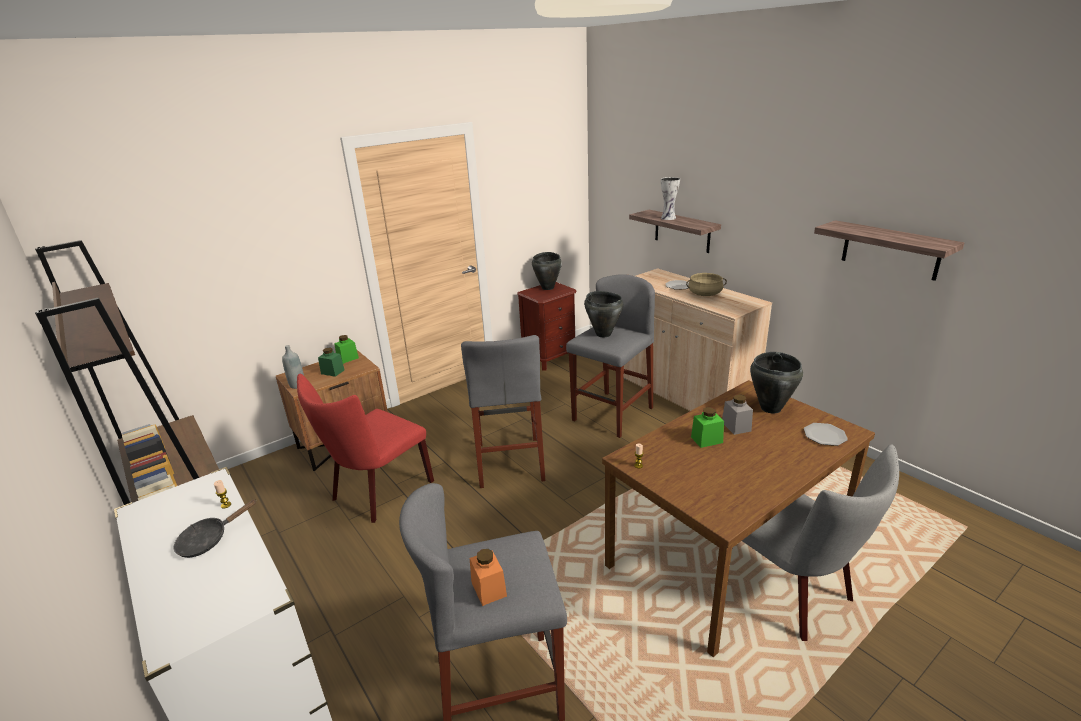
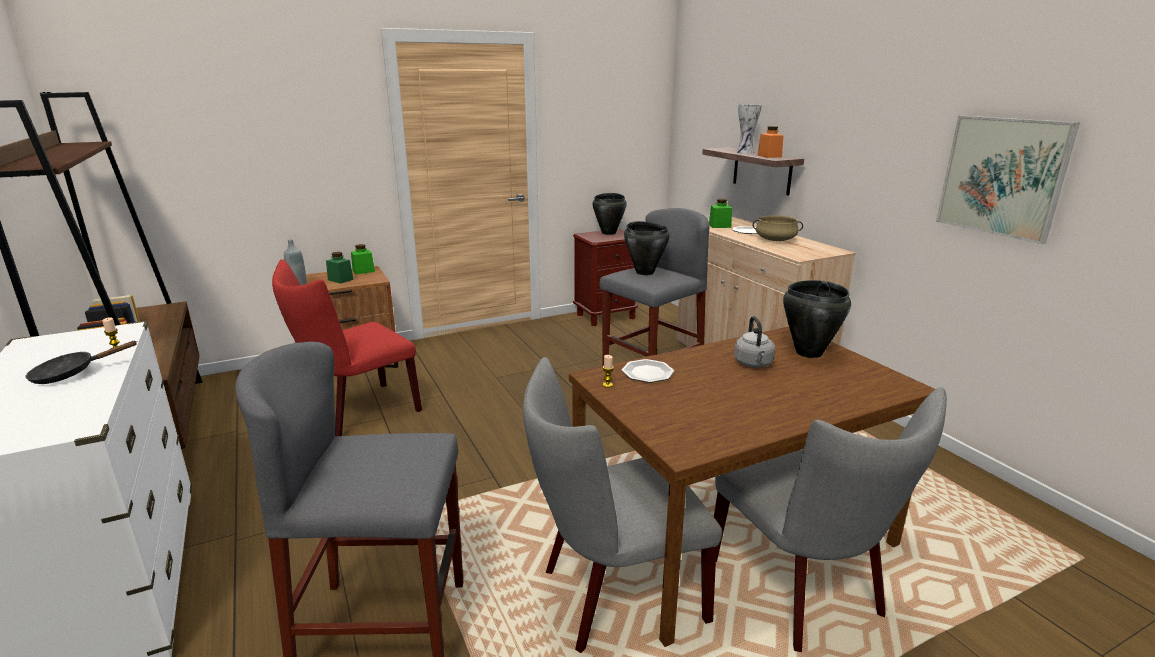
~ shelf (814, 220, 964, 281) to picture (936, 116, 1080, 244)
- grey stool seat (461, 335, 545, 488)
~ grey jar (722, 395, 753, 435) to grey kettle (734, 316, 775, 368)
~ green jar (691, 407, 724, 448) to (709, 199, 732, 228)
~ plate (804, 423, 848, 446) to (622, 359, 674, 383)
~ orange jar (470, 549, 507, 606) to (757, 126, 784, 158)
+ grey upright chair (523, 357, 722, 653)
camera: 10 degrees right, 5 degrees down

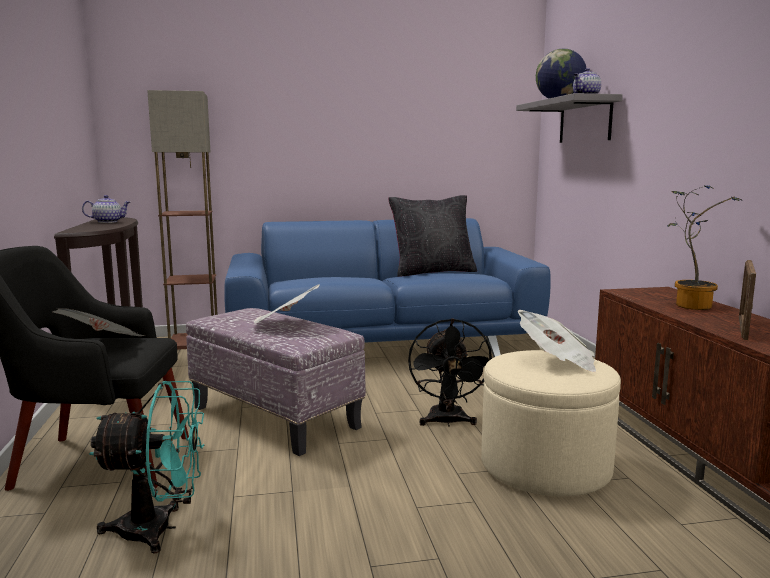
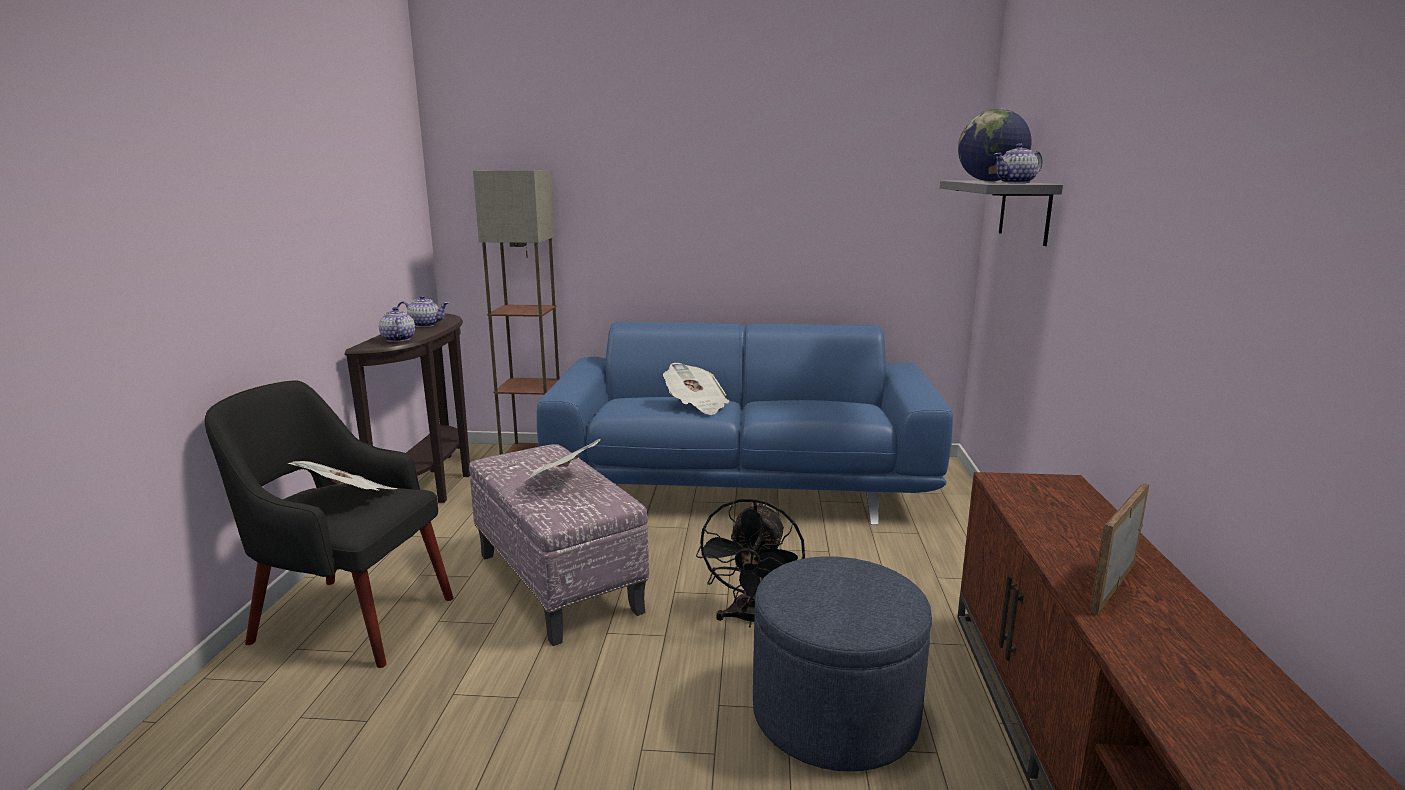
- houseplant (667, 185, 742, 310)
- black throw pillow (388, 195, 477, 277)
~ newspaper (518, 310, 596, 372) to (663, 363, 730, 415)
~ beige footrest (481, 350, 621, 496) to blue footrest (753, 556, 932, 772)
- turquoise-coloured cooling fan (89, 381, 204, 554)
+ tea pot (379, 307, 415, 342)
camera: 15 degrees right, 5 degrees up

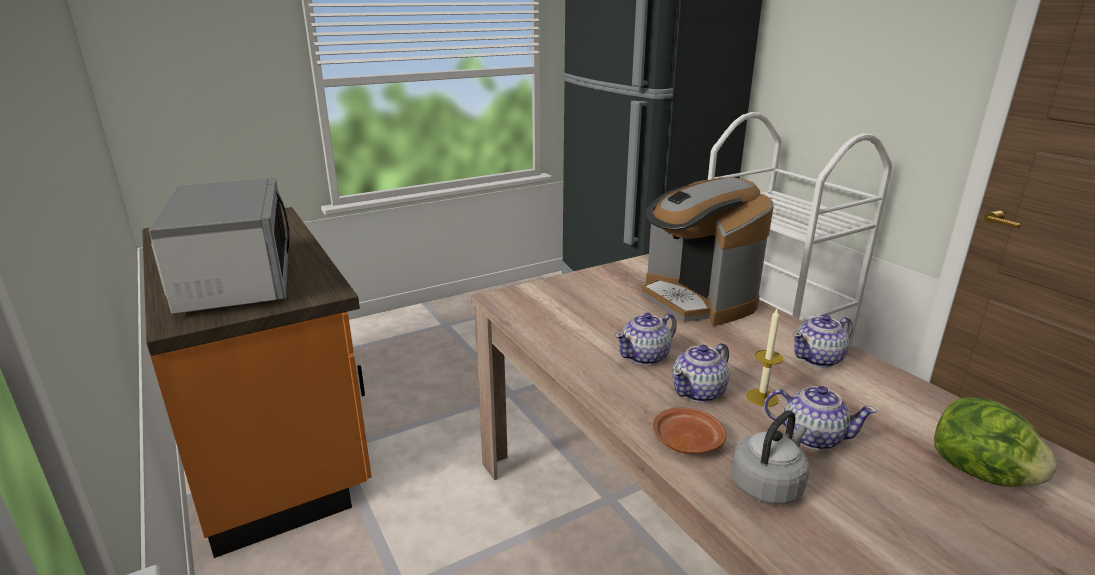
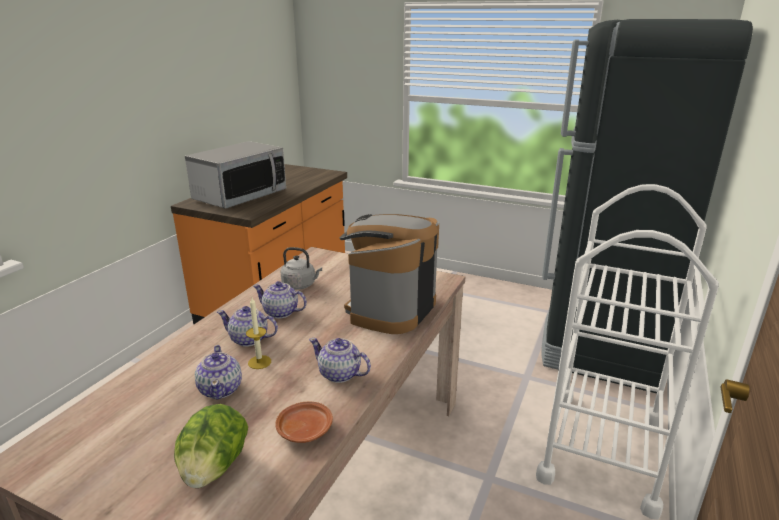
~ brownish plate (653, 407, 726, 454) to (275, 402, 333, 443)
~ grey kettle (731, 410, 809, 504) to (280, 247, 322, 290)
camera: 55 degrees right, 0 degrees up

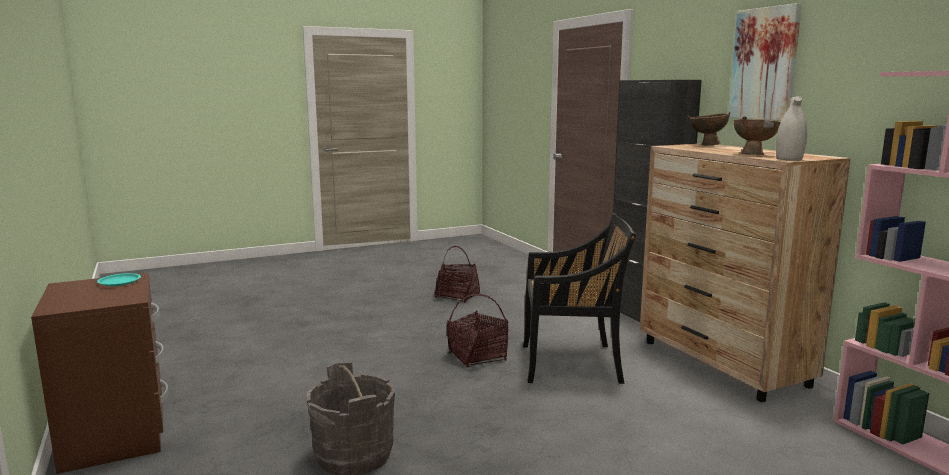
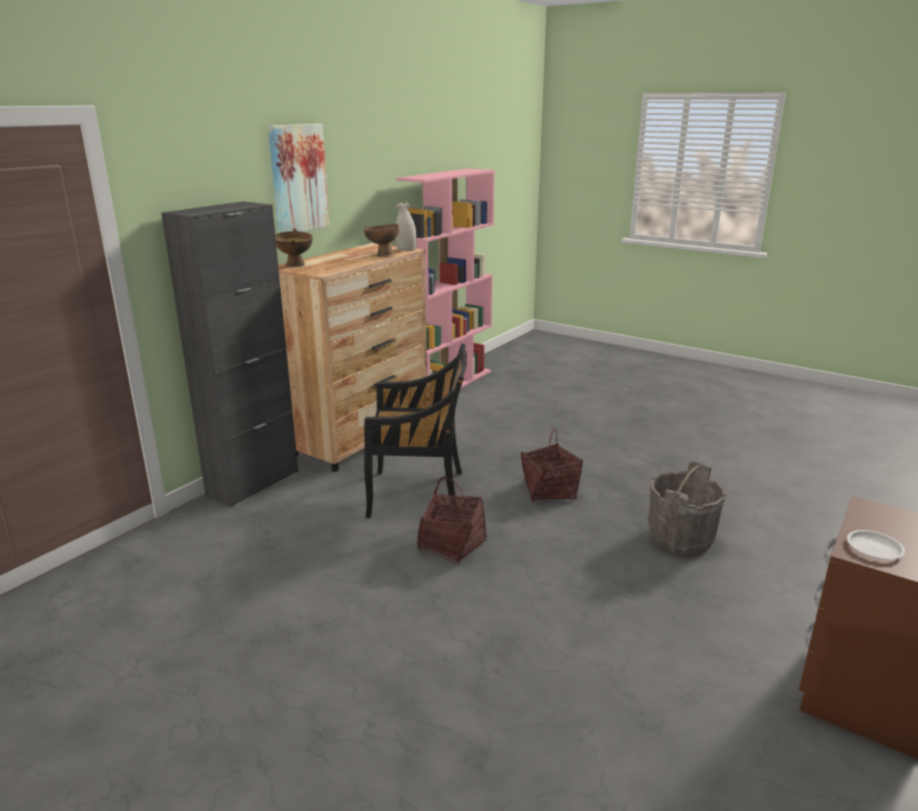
~ black upright chair (523, 213, 636, 384) = (364, 343, 467, 519) 120 degrees clockwise
~ household basket (435, 246, 480, 303) to (521, 428, 583, 502)
~ turquoise-coloured plate (97, 273, 141, 286) to whitish plate (847, 530, 905, 559)
camera: 120 degrees left, 10 degrees up

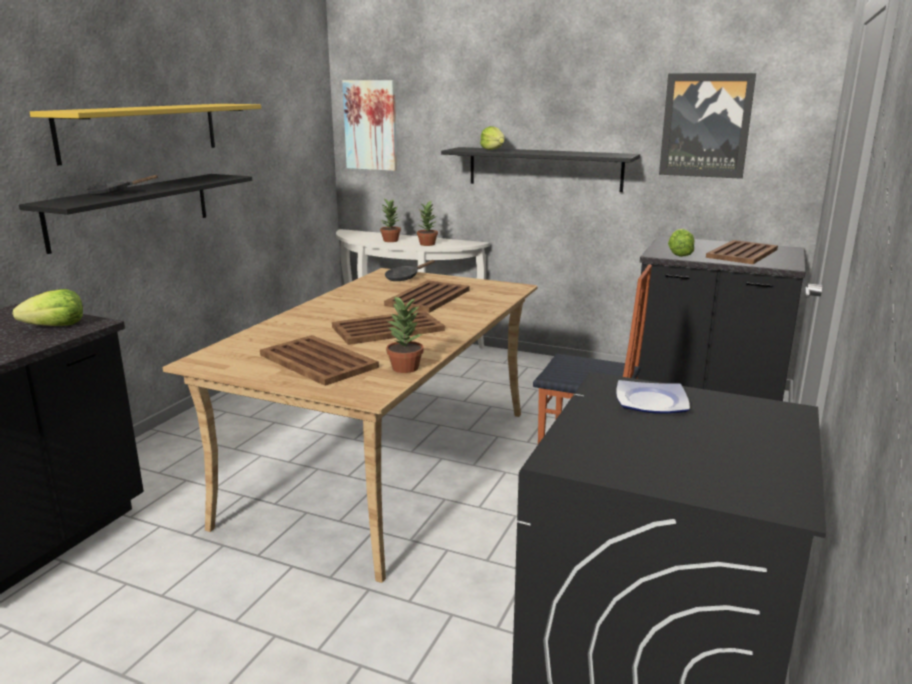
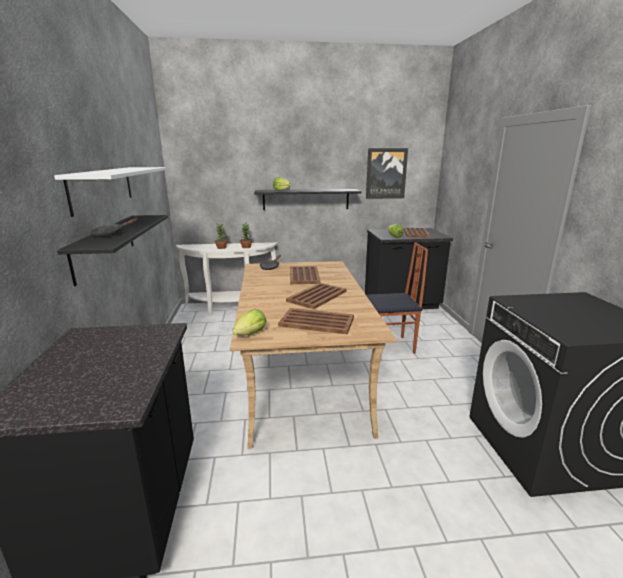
- picture (342, 80, 397, 171)
~ yellow-coloured shelf (30, 104, 261, 166) to whitish shelf (54, 167, 166, 217)
~ lettuce (13, 289, 83, 326) to (233, 309, 266, 336)
- houseplant (386, 296, 424, 373)
- plate (616, 380, 690, 413)
camera: 30 degrees left, 0 degrees up

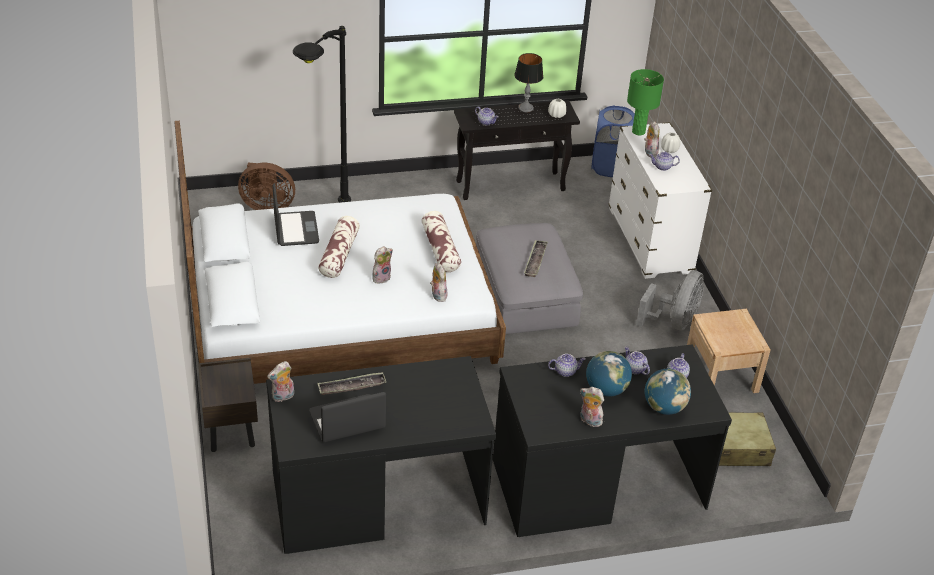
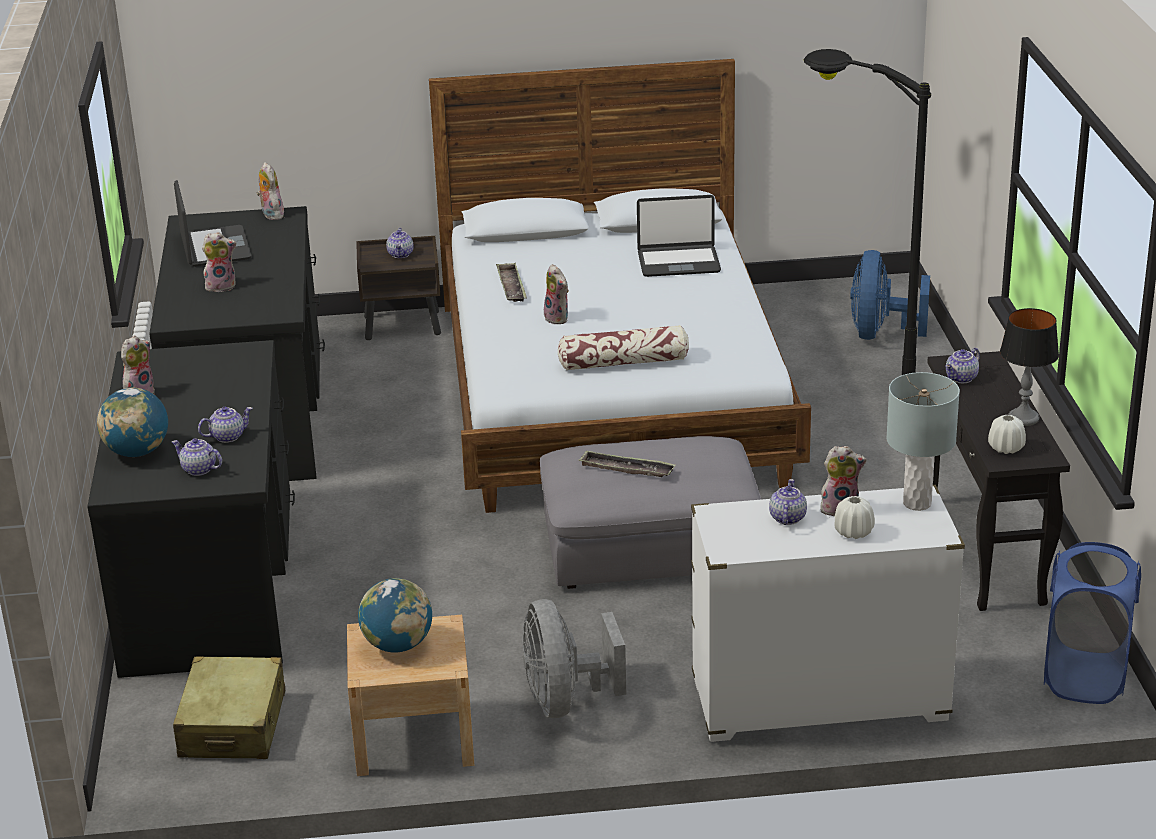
~ green lamp for a table (627, 69, 664, 135) to grey lamp for a table (886, 372, 960, 511)
~ brownish cooling fan (238, 163, 295, 210) to blue cooling fan (850, 250, 930, 340)
- throw pillow (318, 216, 360, 278)
~ soft toy (430, 263, 448, 302) to (202, 232, 236, 292)
~ grey cooling fan (636, 270, 704, 331) = (522, 599, 626, 718) 45 degrees clockwise
~ world globe (586, 351, 632, 397) to (358, 578, 432, 653)
~ tea pot (548, 354, 586, 377) to (386, 228, 414, 258)
~ tray (317, 372, 386, 395) to (496, 263, 527, 302)
camera: 100 degrees right, 10 degrees down

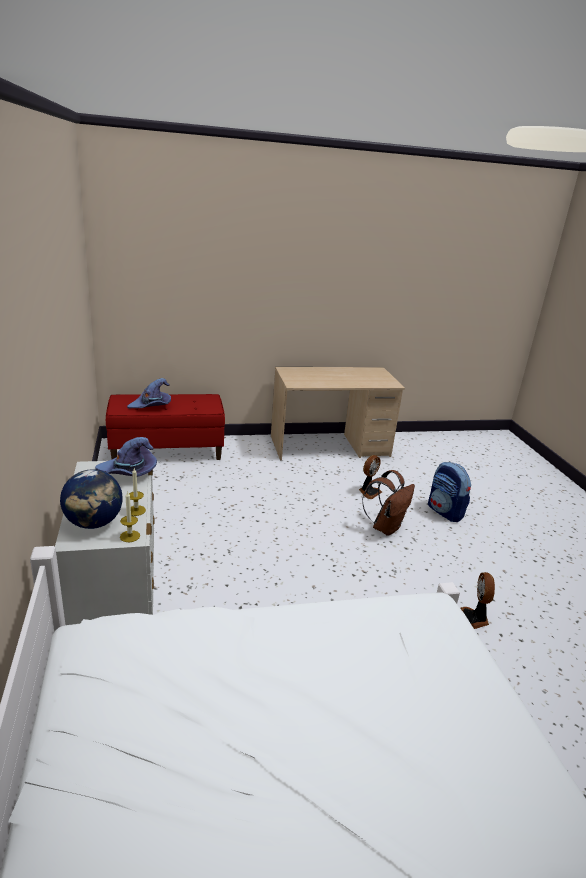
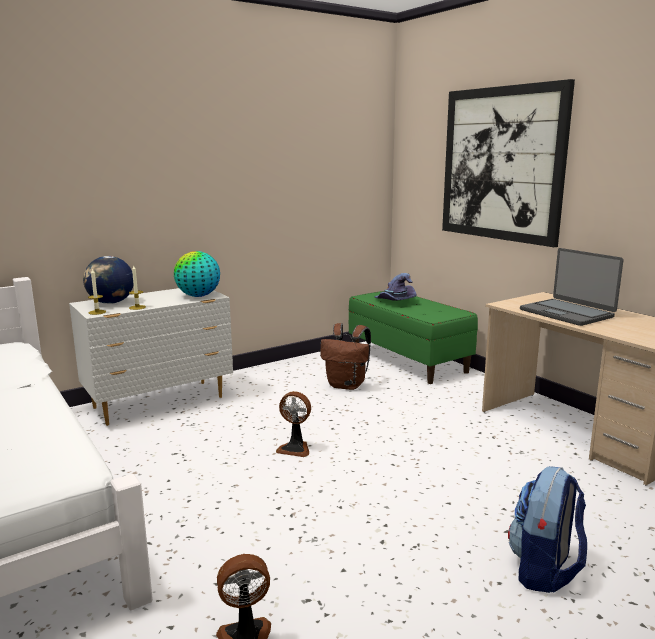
~ red indoor bench (106, 394, 225, 460) to green indoor bench (348, 291, 478, 384)
~ purple-coloured hat (95, 437, 157, 476) to world globe (174, 251, 220, 297)
~ cooling fan (359, 455, 382, 499) to (276, 391, 311, 457)
~ brownish knapsack (362, 470, 415, 536) to (320, 323, 371, 390)
+ picture (442, 79, 575, 247)
+ laptop (520, 248, 624, 326)
camera: 70 degrees right, 10 degrees down

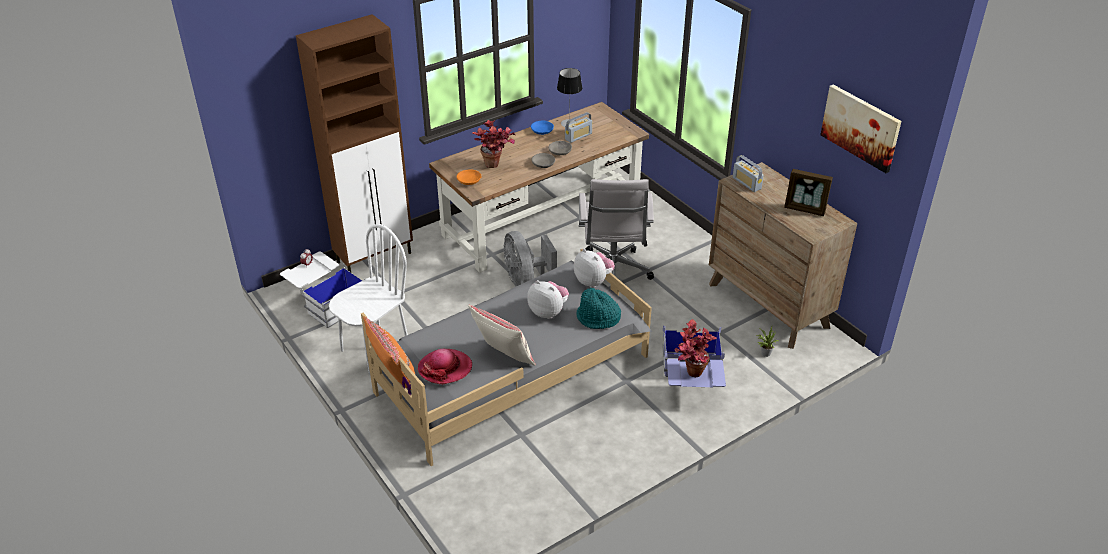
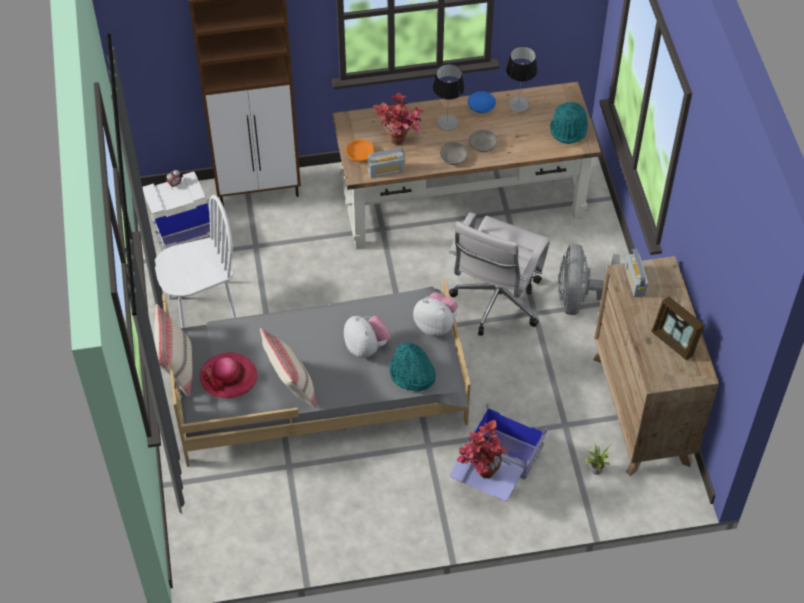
- picture (820, 85, 902, 173)
~ radio set (565, 112, 592, 143) to (367, 148, 405, 178)
~ grey cooling fan (503, 231, 557, 287) to (558, 244, 620, 315)
~ soft toy (574, 249, 615, 288) = (413, 292, 458, 336) 45 degrees counterclockwise
~ orange throw pillow (363, 316, 415, 390) to beige throw pillow (154, 304, 193, 397)
+ lamp for a table (433, 64, 464, 130)
+ turquoise-coloured hat (550, 102, 588, 144)
camera: 25 degrees right, 15 degrees up

